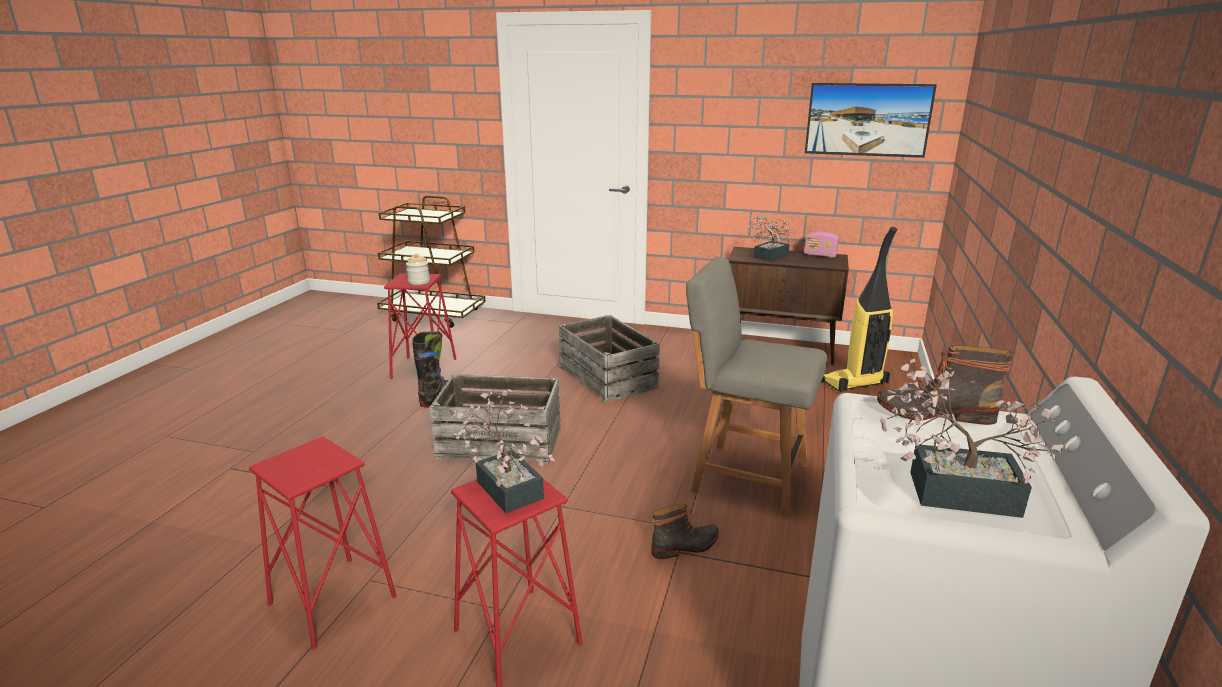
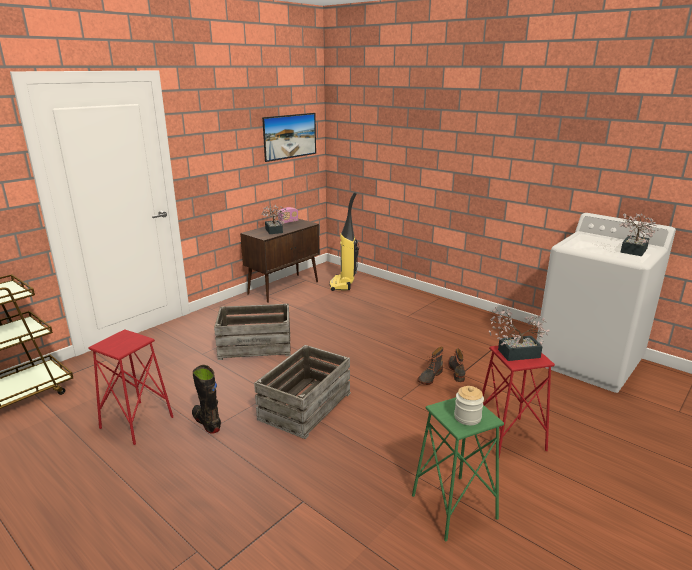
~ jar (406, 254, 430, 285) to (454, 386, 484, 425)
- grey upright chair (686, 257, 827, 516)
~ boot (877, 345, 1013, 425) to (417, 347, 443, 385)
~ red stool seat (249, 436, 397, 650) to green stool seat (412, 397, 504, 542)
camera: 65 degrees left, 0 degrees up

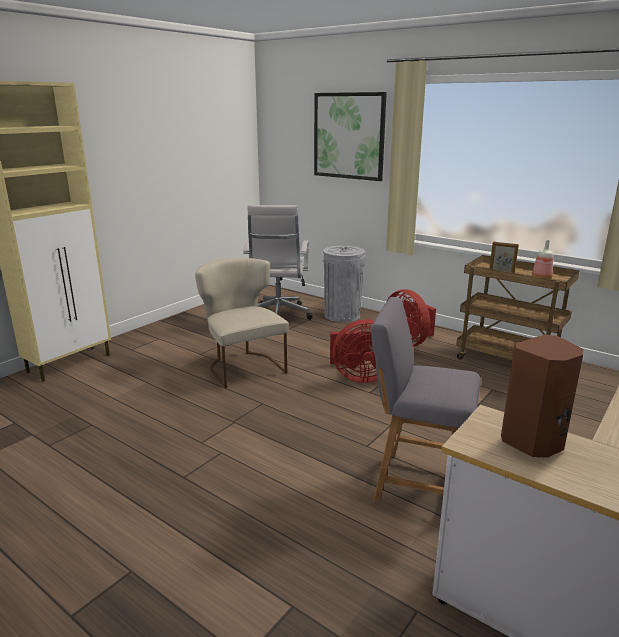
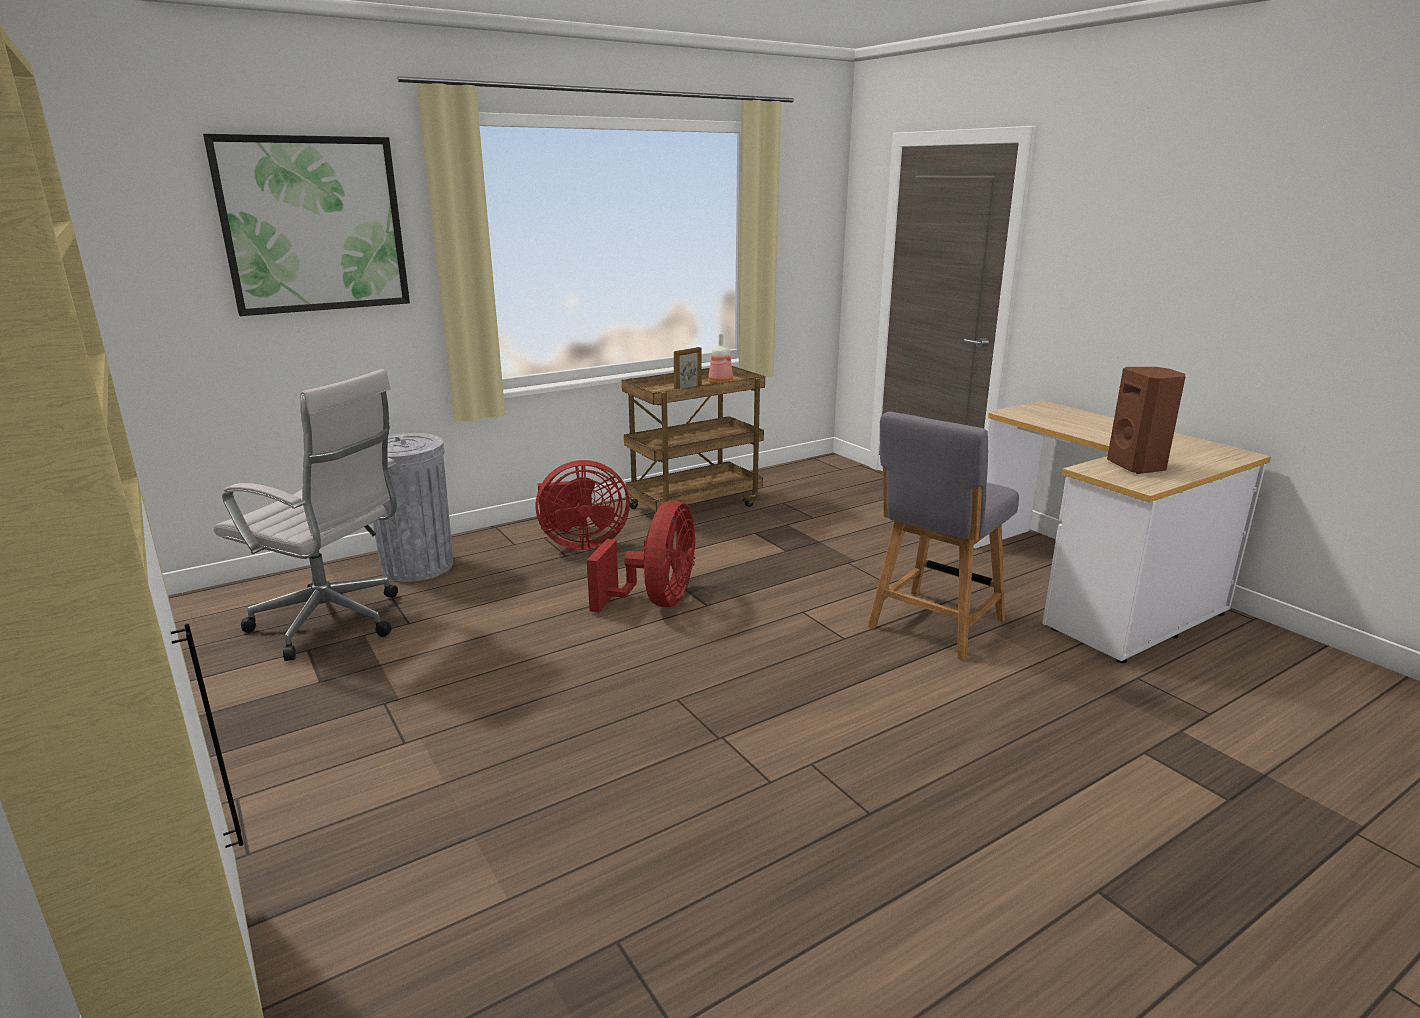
- beige upright chair (195, 258, 289, 388)
camera: 70 degrees left, 0 degrees up

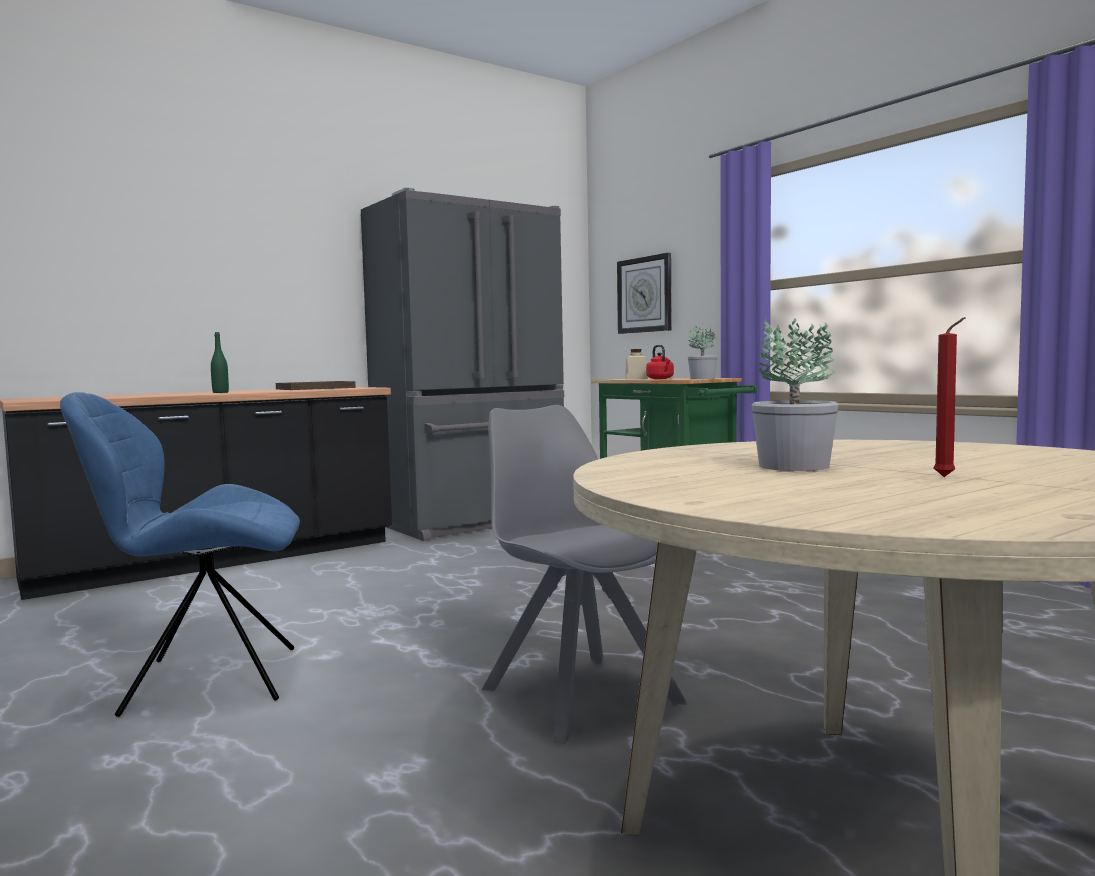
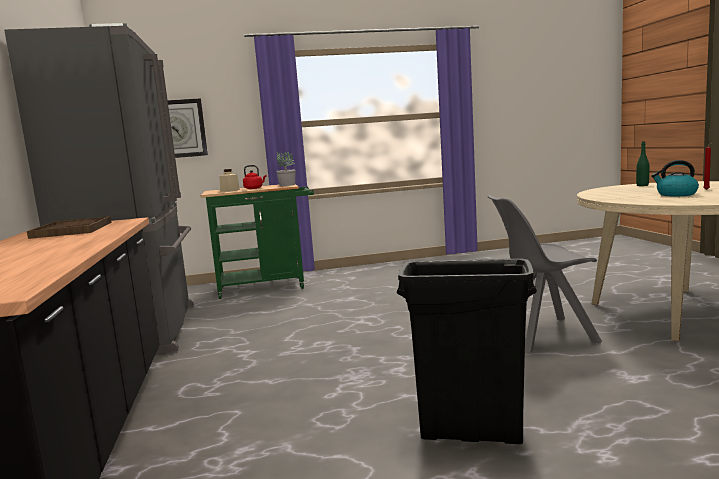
~ houseplant (751, 317, 838, 471) to kettle (651, 160, 699, 196)
~ green bottle (211, 332, 229, 393) to (636, 141, 649, 186)
~ blue upright chair (60, 392, 300, 717) to black waste bin (397, 258, 537, 444)
camera: 65 degrees left, 5 degrees up

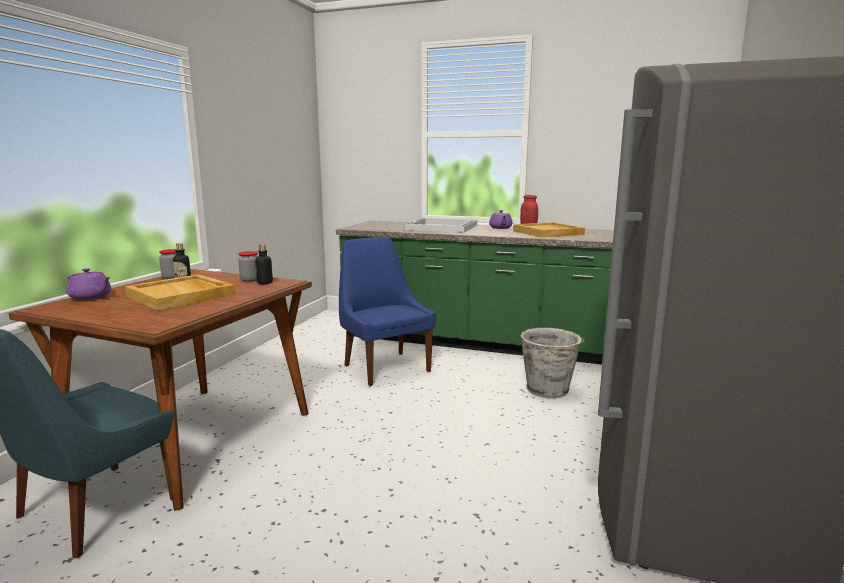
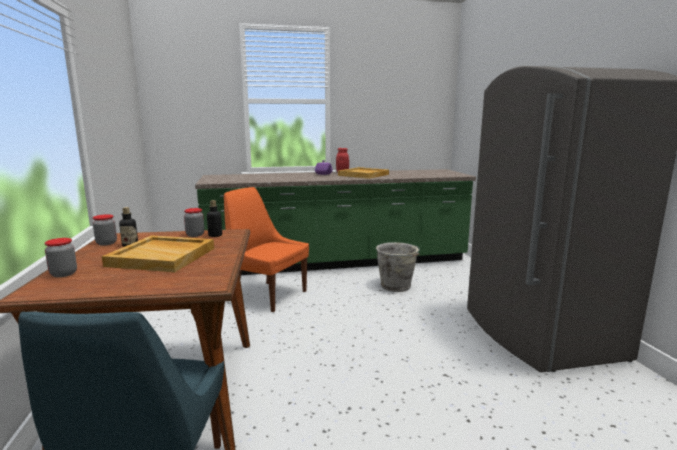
- whitish tray (404, 218, 477, 233)
~ blue upright chair (339, 237, 436, 386) to orange upright chair (224, 187, 309, 312)
~ purple-coloured tea pot (66, 268, 111, 300) to jar (45, 238, 77, 277)
camera: 30 degrees left, 0 degrees up

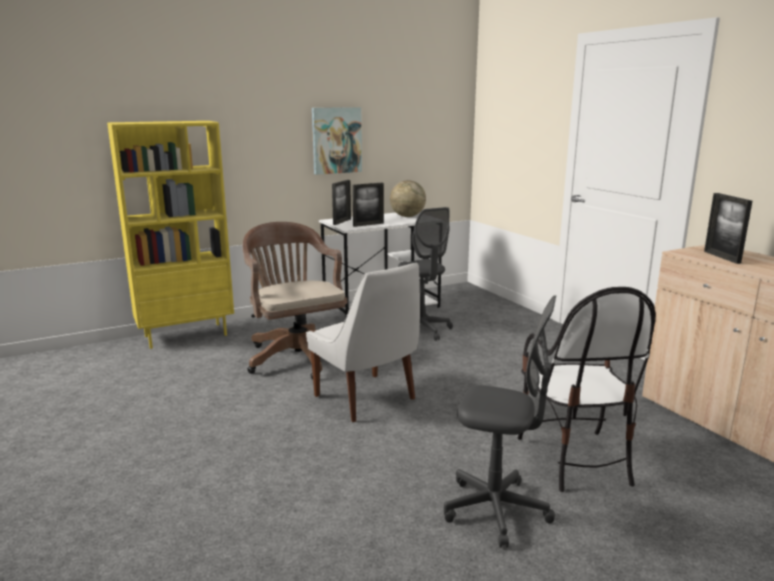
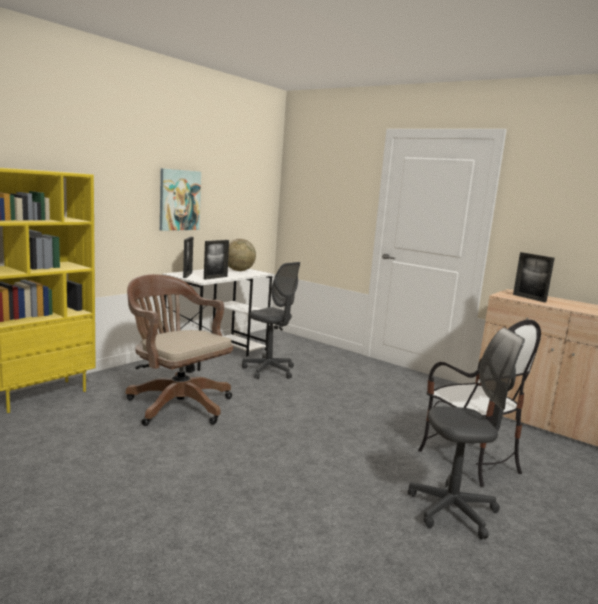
- whitish upright chair (306, 263, 420, 422)
camera: 25 degrees left, 5 degrees down

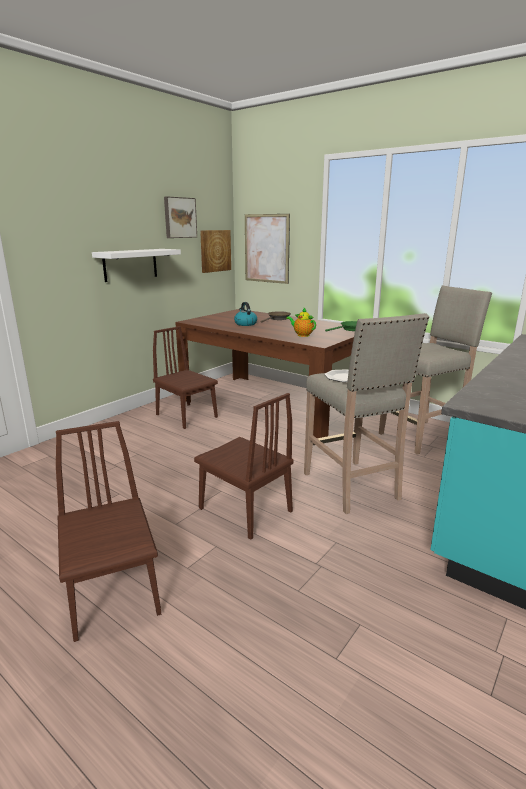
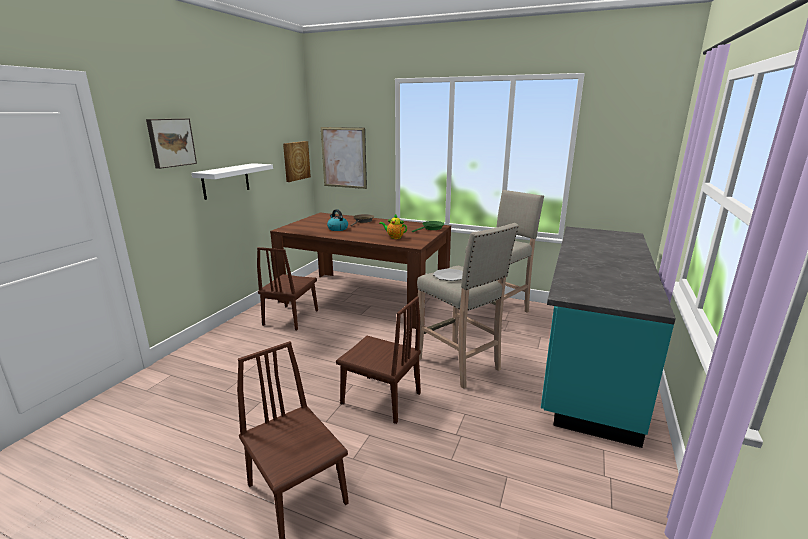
~ picture (164, 196, 197, 238) to (146, 118, 197, 169)
~ brownish upright chair (153, 326, 218, 429) = (257, 247, 318, 330) 105 degrees counterclockwise
camera: 15 degrees left, 0 degrees up

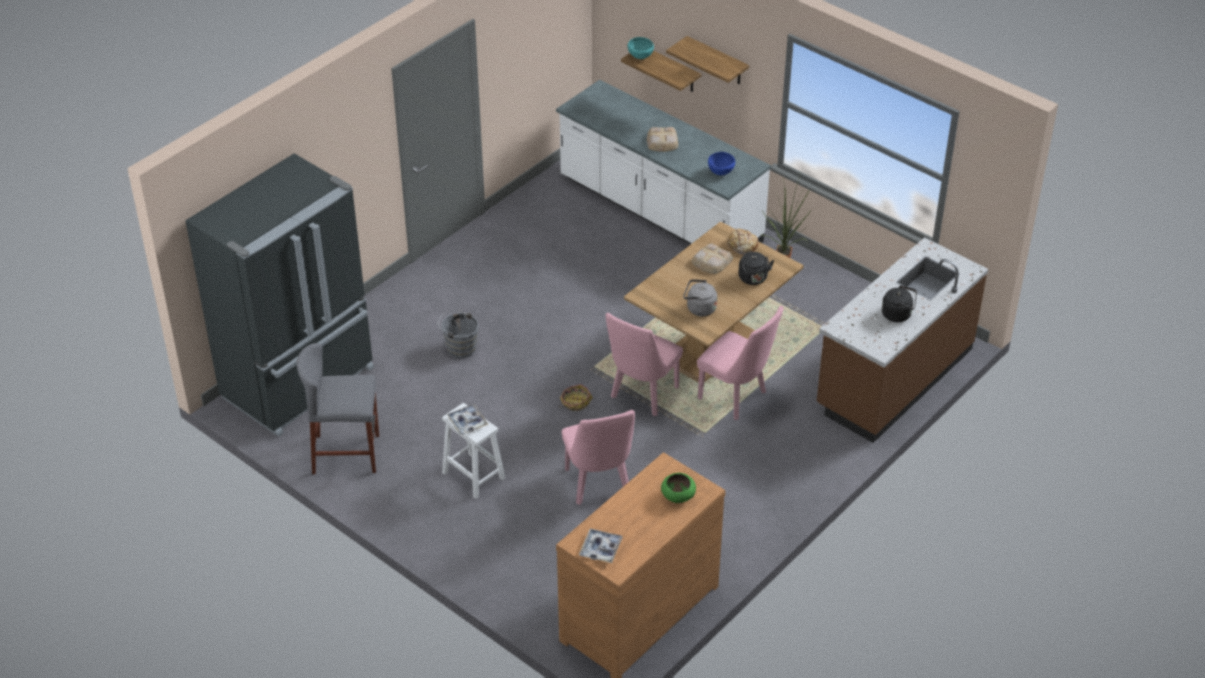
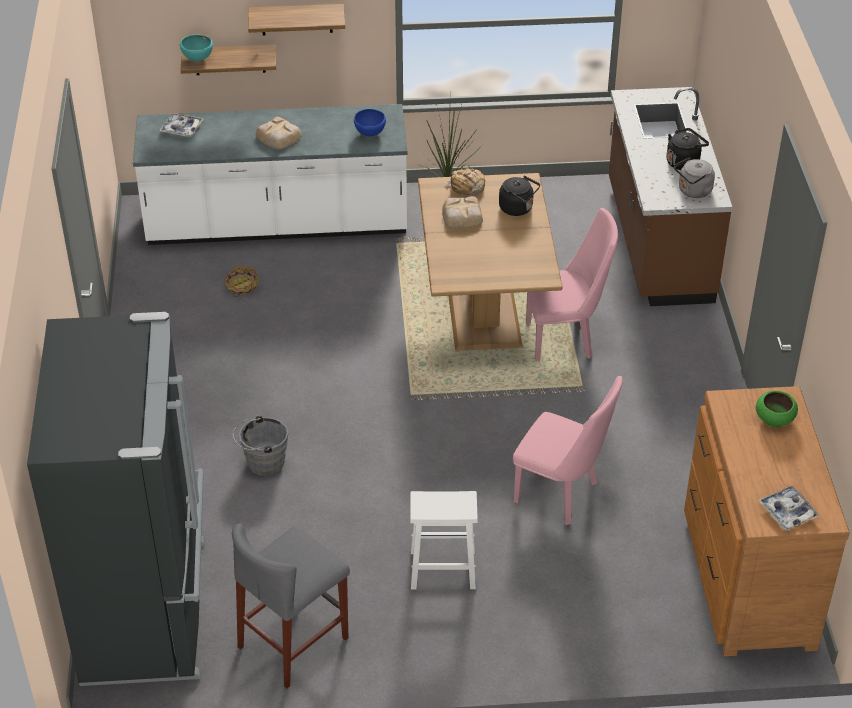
~ grey kettle (683, 279, 717, 316) to (674, 157, 715, 198)
- pink upright chair (606, 313, 683, 416)
~ household basket (559, 384, 593, 411) to (224, 266, 259, 297)
~ tray (446, 404, 489, 435) to (159, 113, 203, 137)
camera: 45 degrees left, 0 degrees up

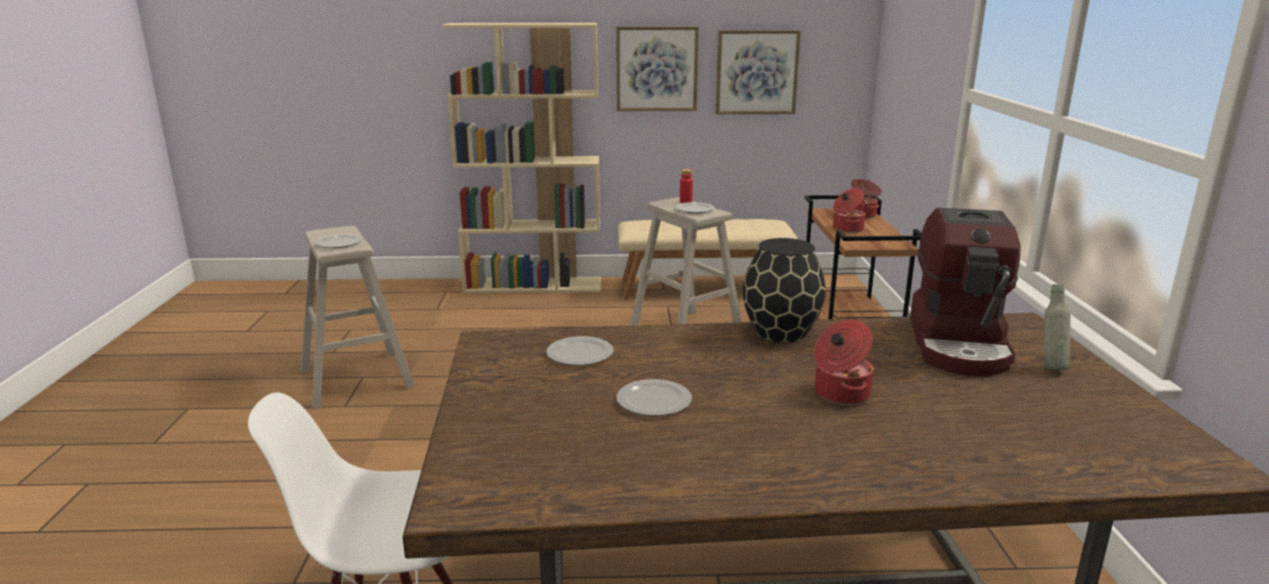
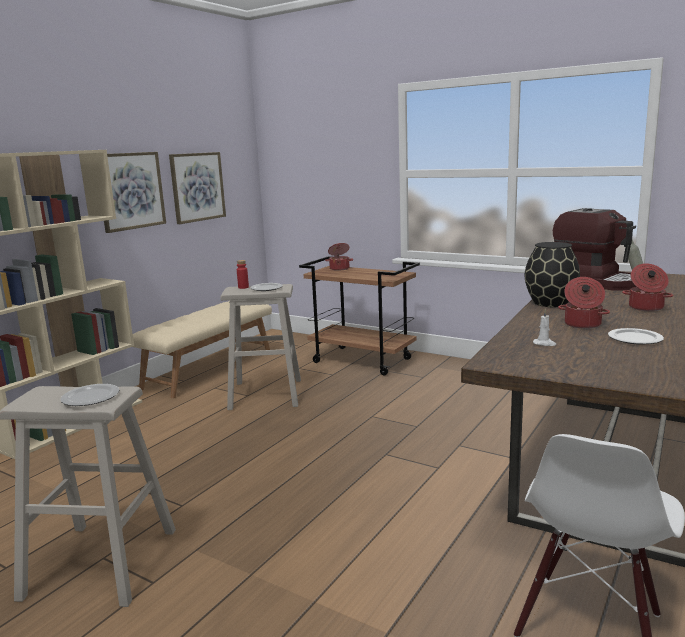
~ saucepot (833, 188, 866, 233) to (558, 277, 610, 329)
~ plate (546, 336, 614, 365) to whitish wax light (533, 309, 557, 346)
camera: 55 degrees left, 5 degrees down

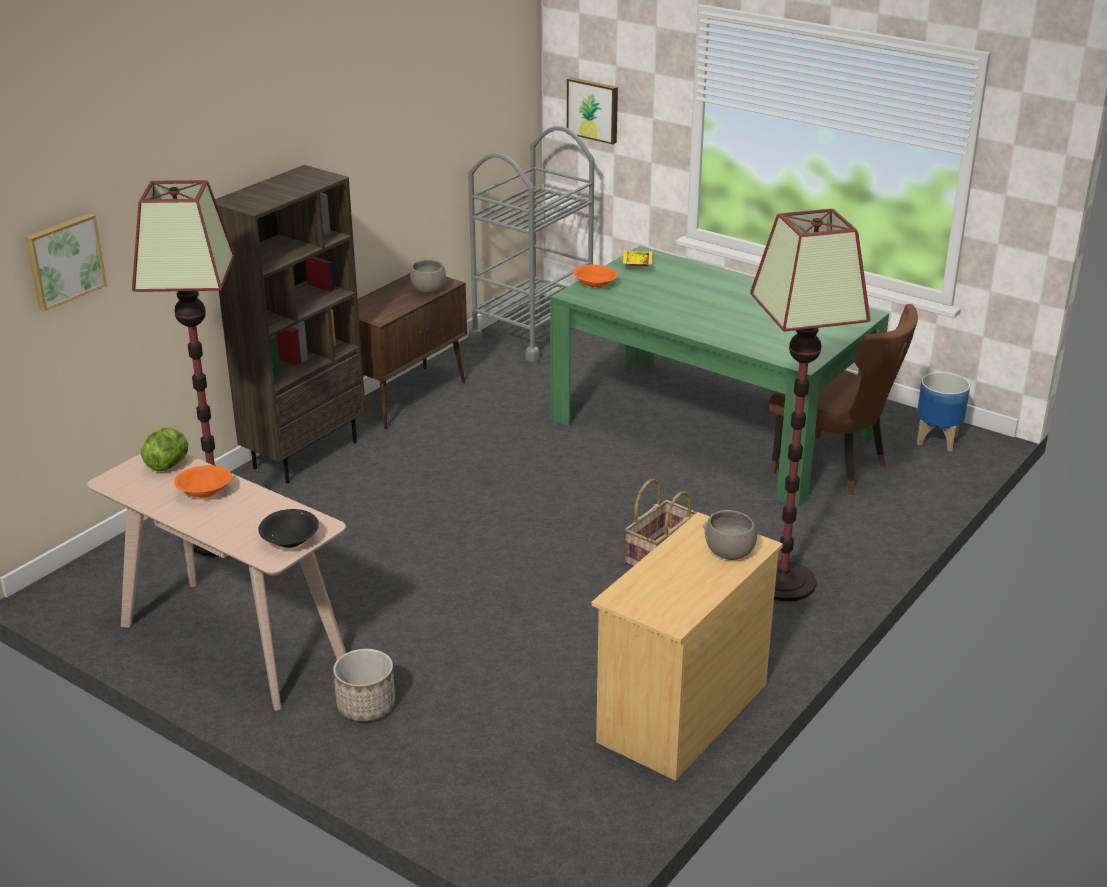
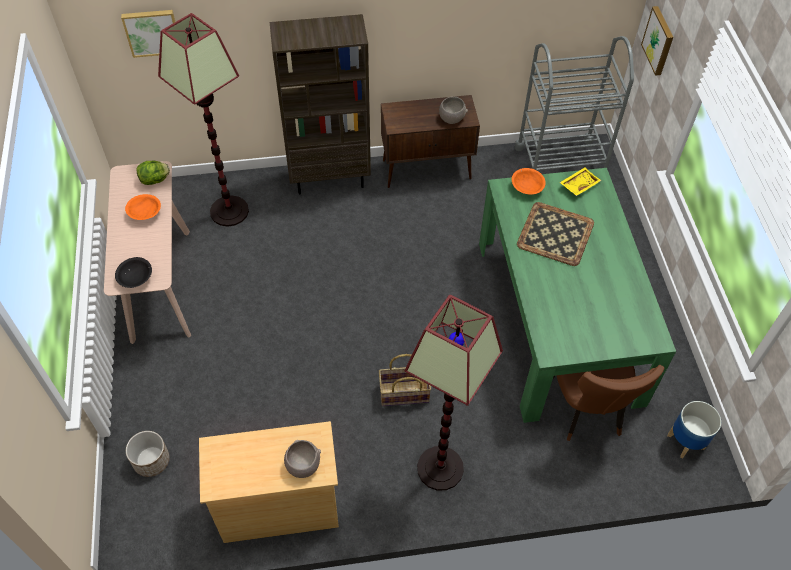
~ plant pot (333, 649, 395, 721) to (126, 431, 170, 477)
+ tray (517, 202, 594, 266)
camera: 45 degrees right, 25 degrees up

